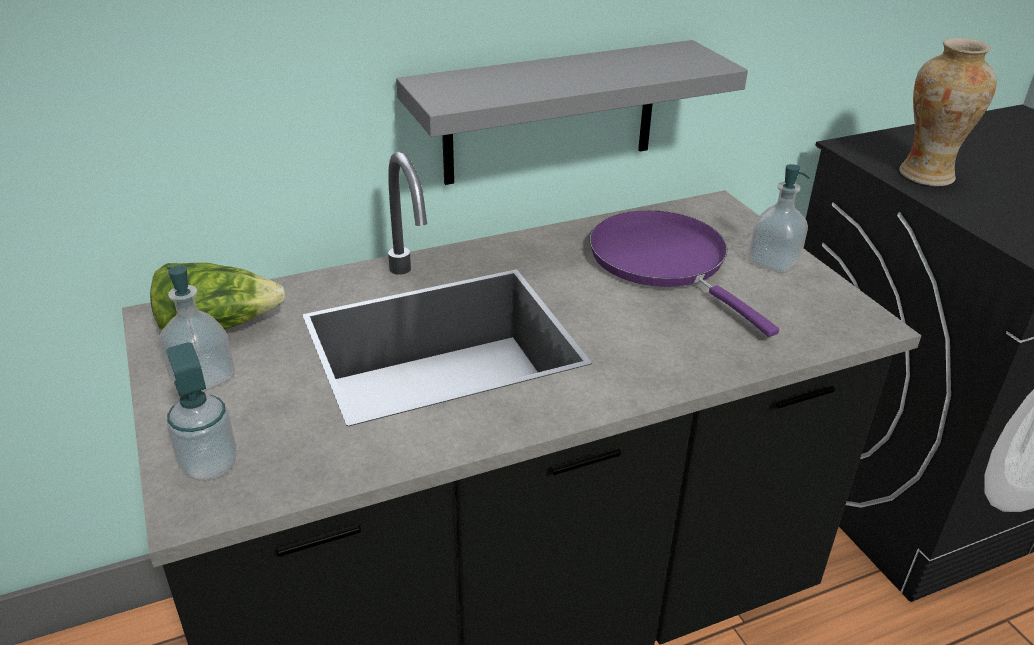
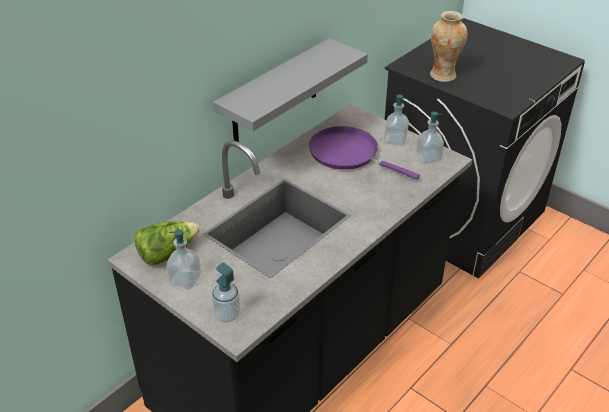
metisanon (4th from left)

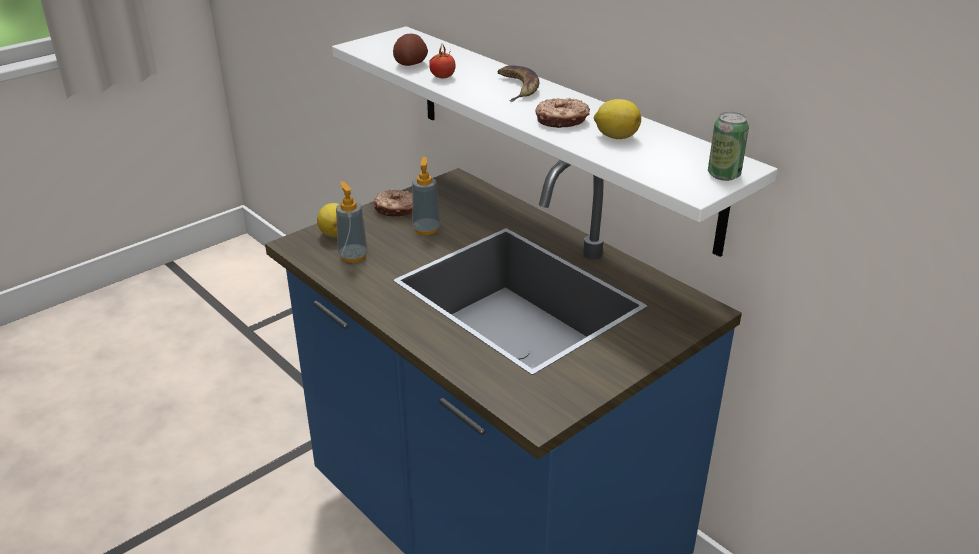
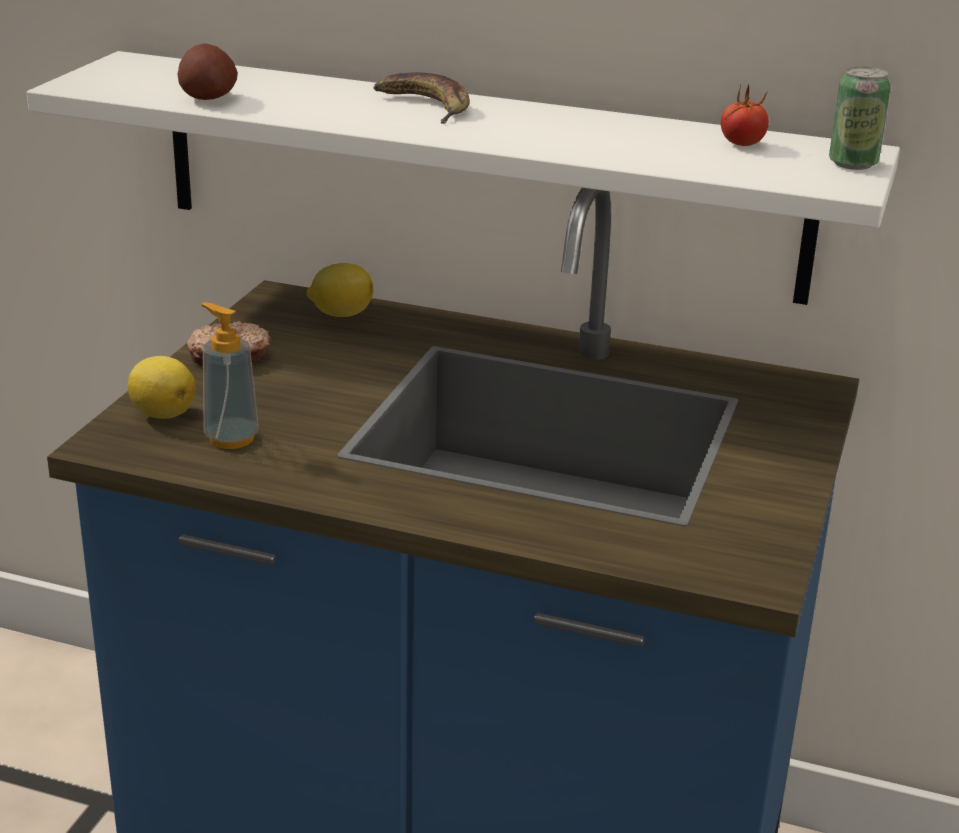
metisanon (2nd from left in the first image); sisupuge; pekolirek (2nd from left in the first image); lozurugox (2nd from left)

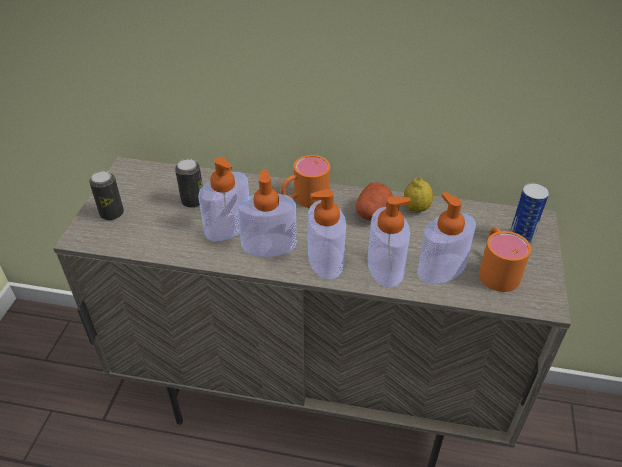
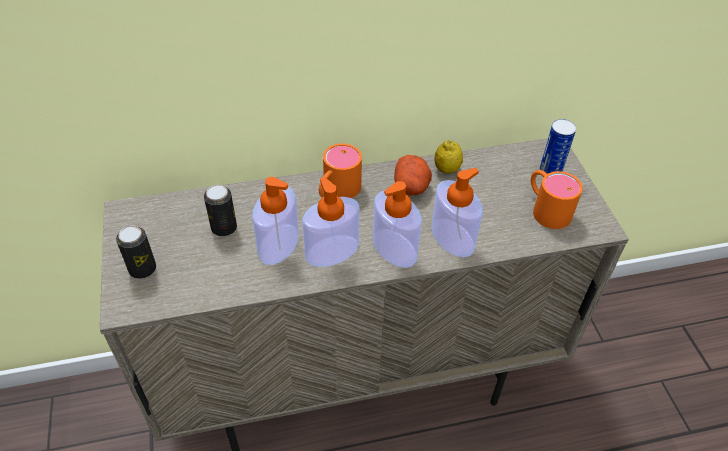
metisanon (5th from left in the first image)

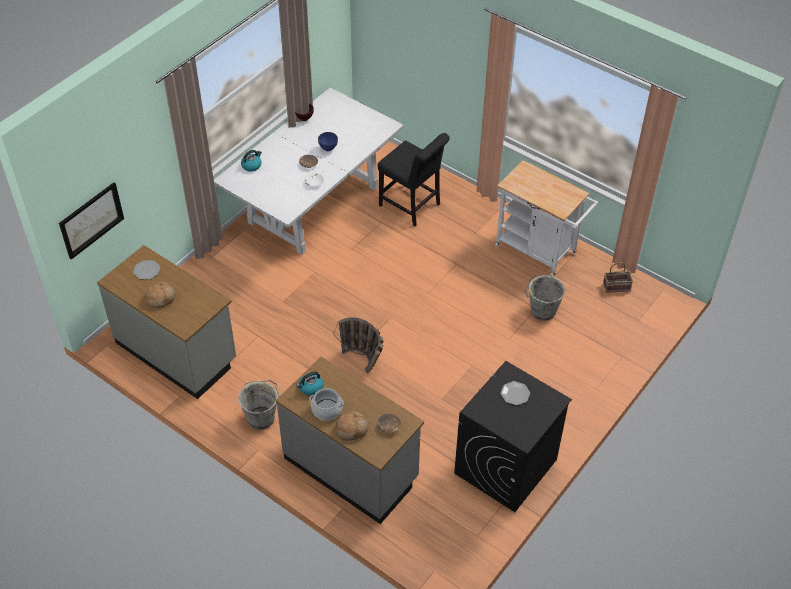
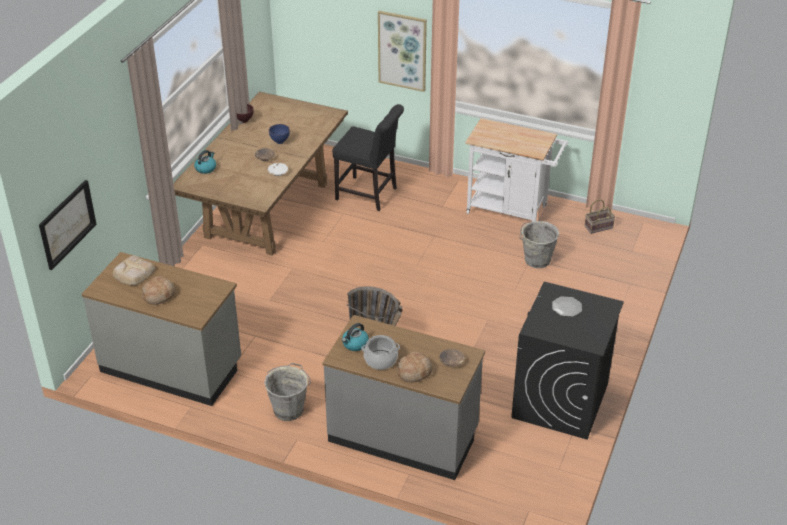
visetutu (1st from left); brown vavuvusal; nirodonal (2nd from left)

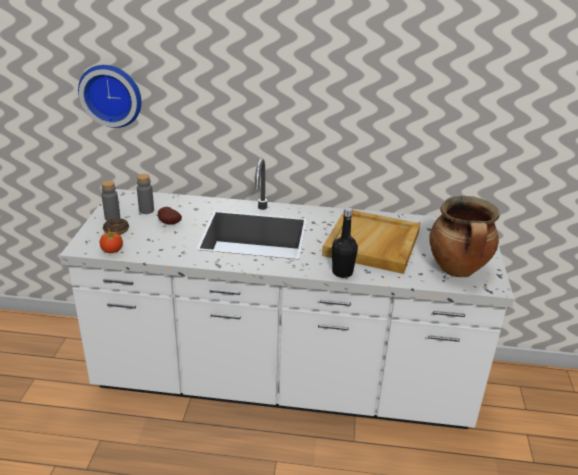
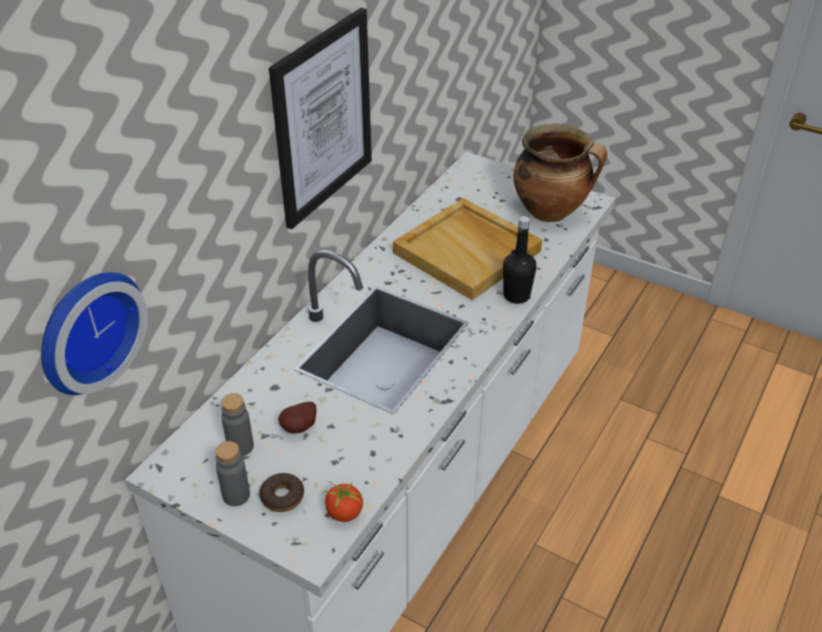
nirodonal

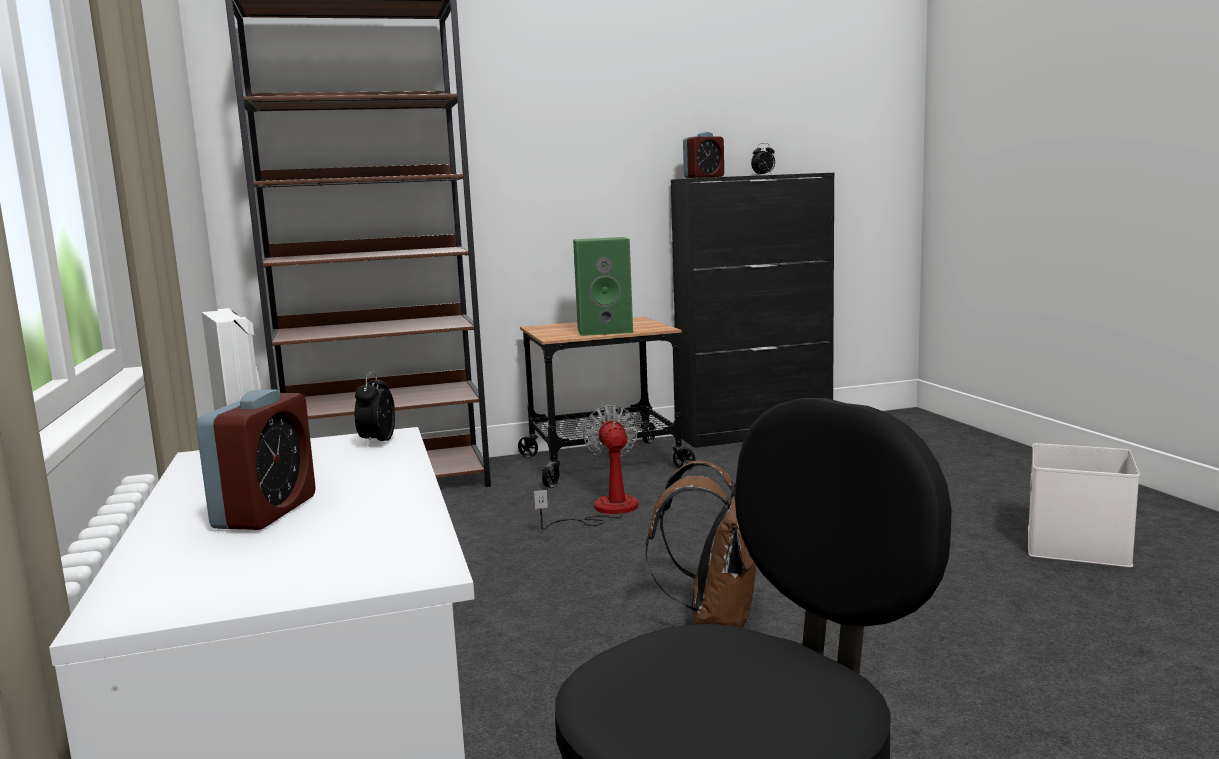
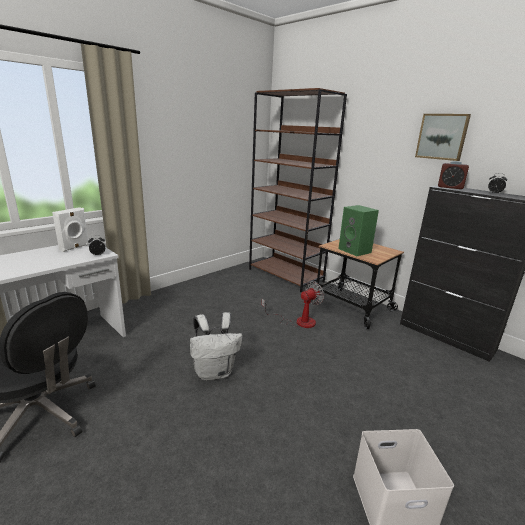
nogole (1st from left in the first image); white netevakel; nirodonal

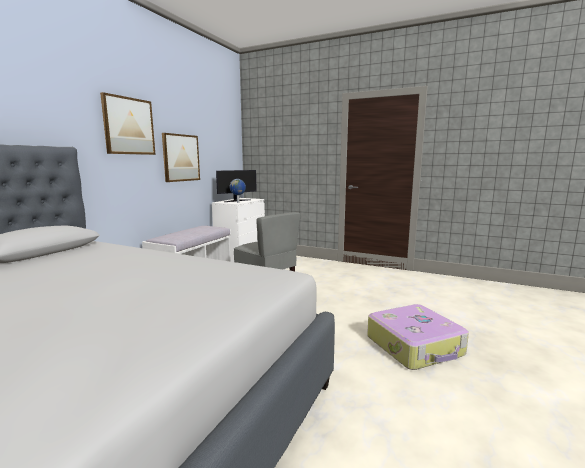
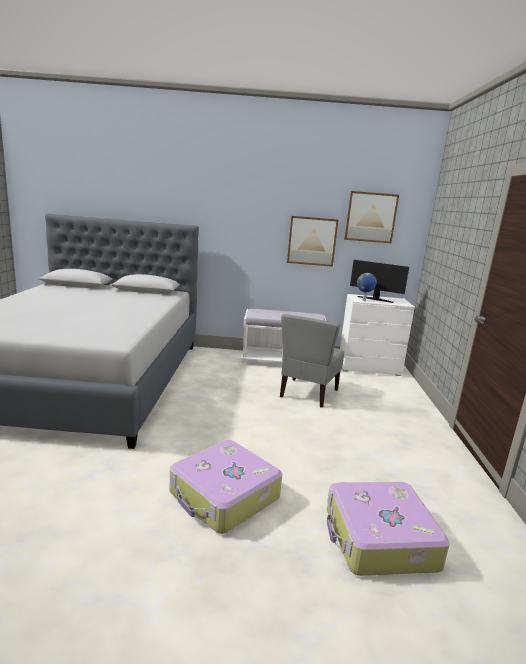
nirodonal (2nd from left); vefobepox (2nd from left)

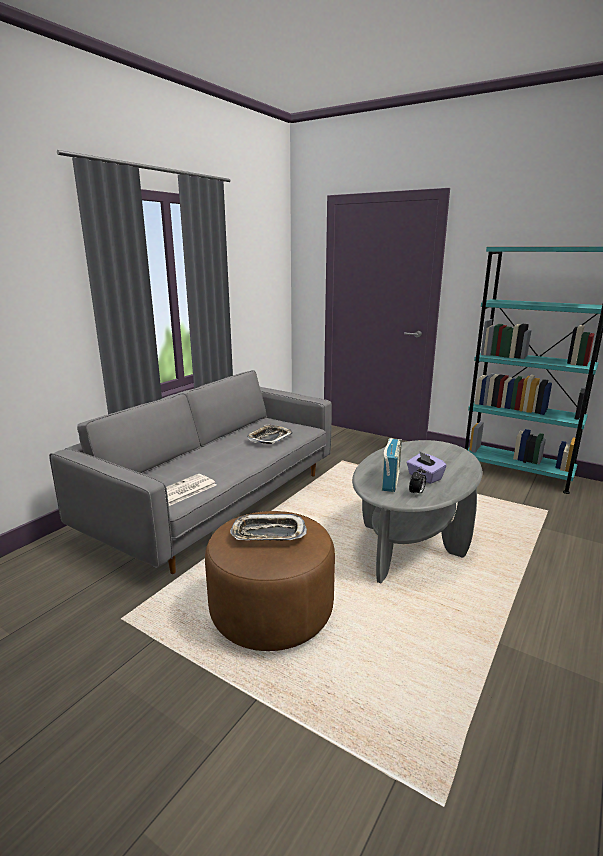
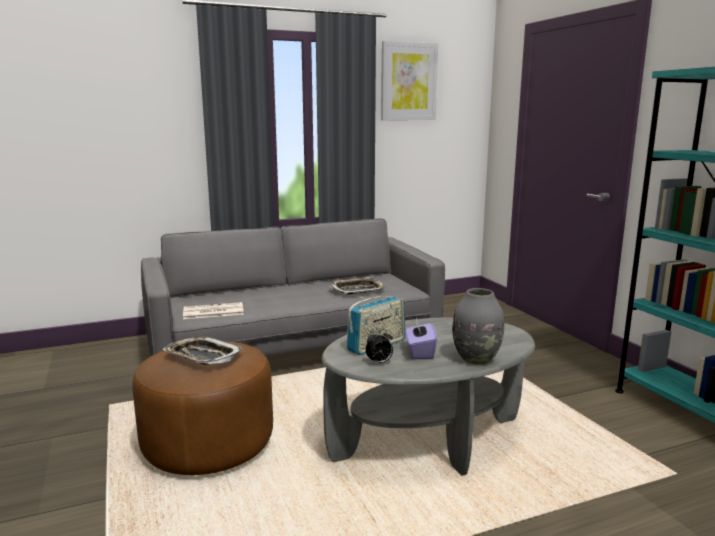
nirodonal; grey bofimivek

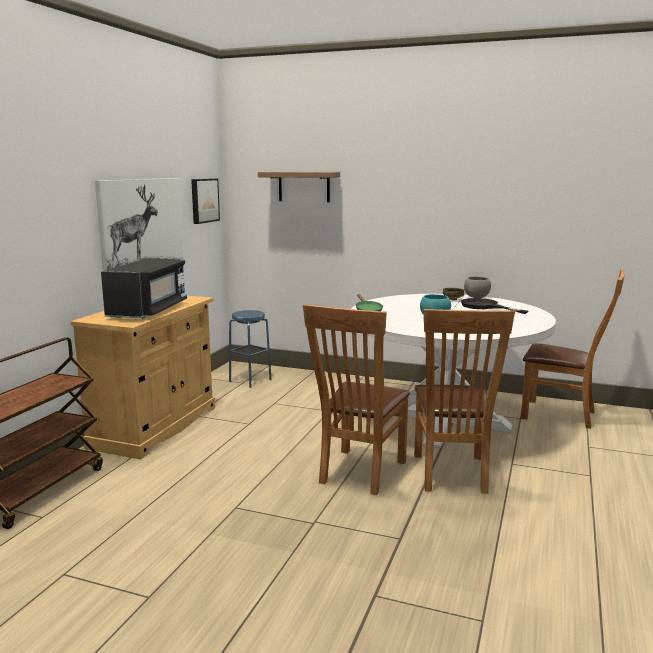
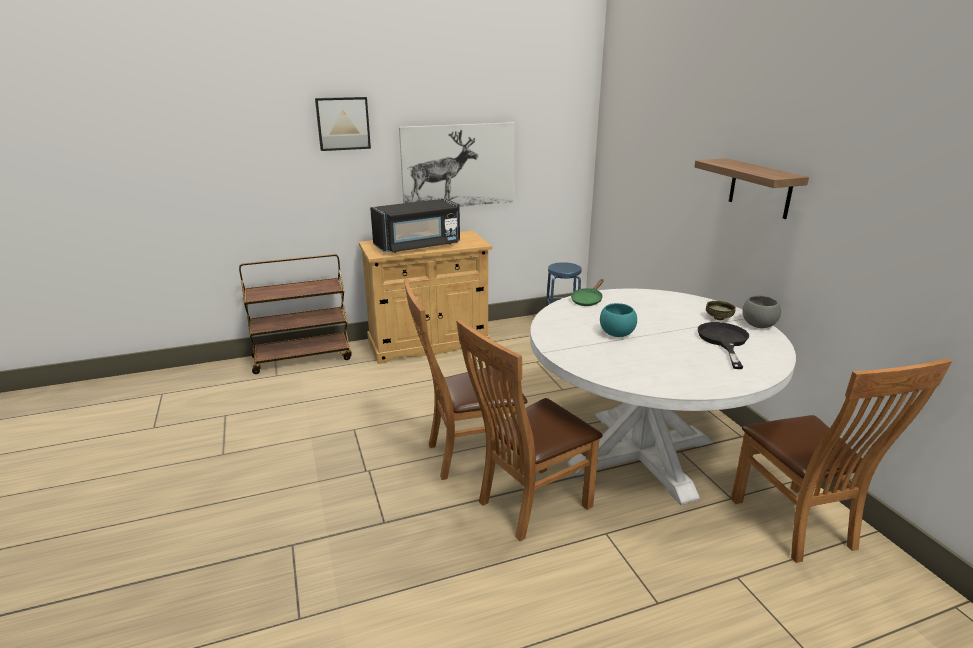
nirodonal (1st from left); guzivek

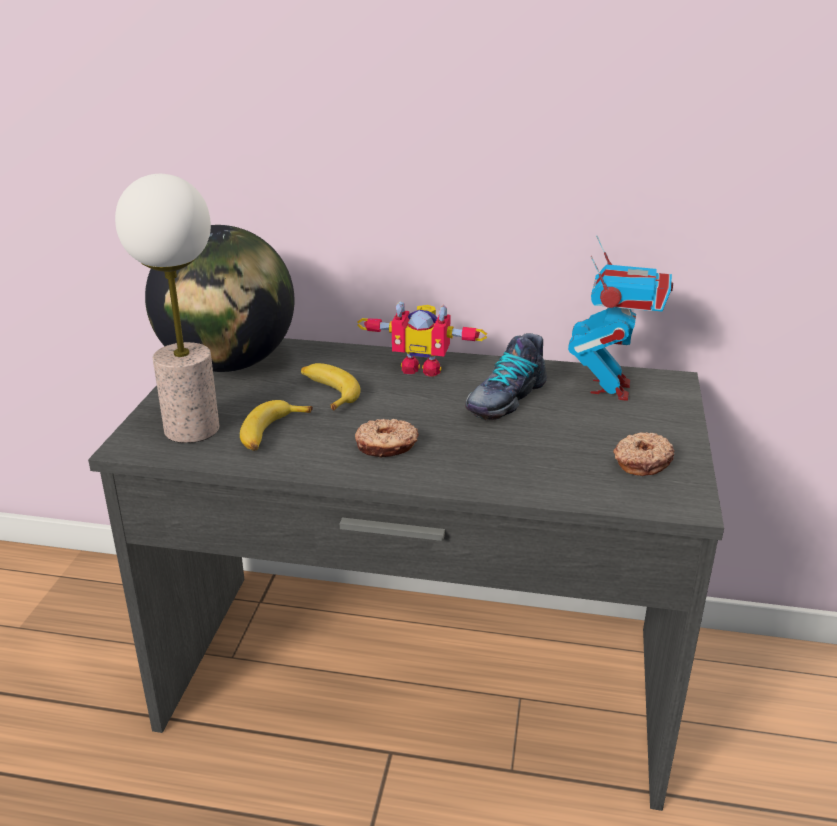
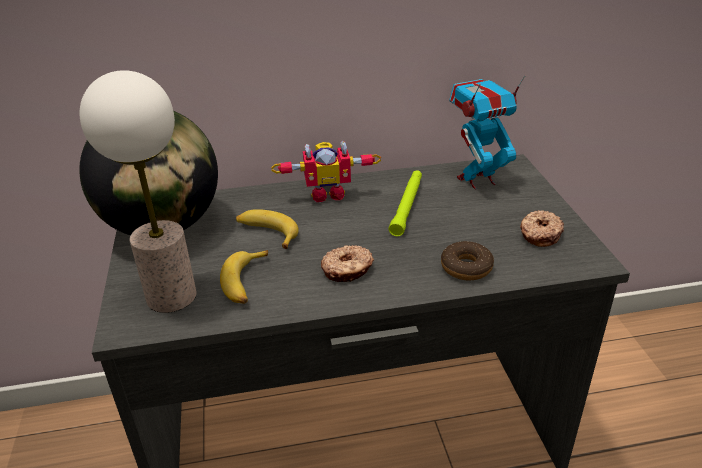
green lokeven; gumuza (2nd from left); pekolirek (2nd from left)

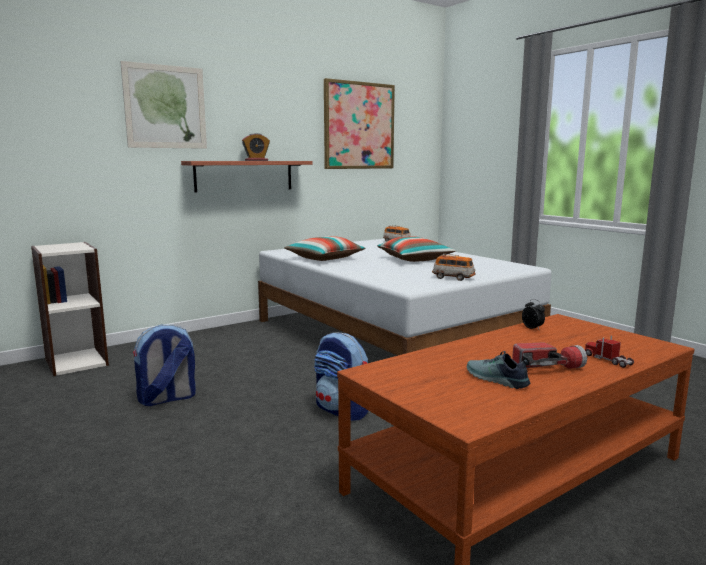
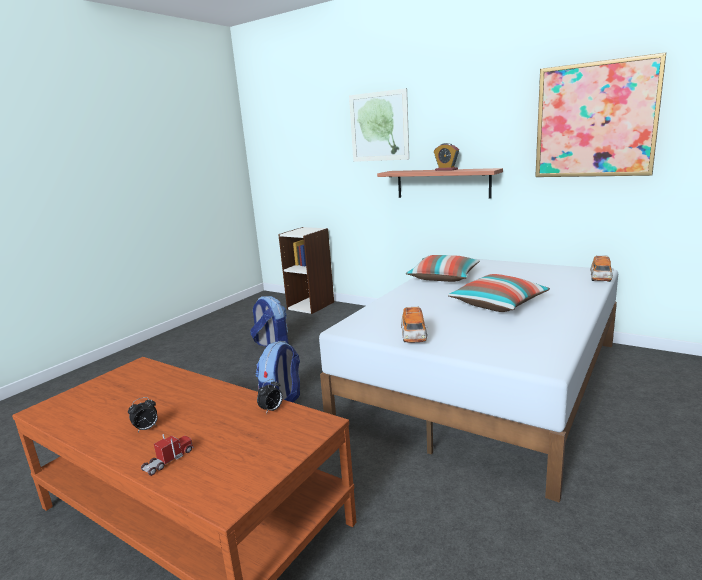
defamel; nogole (1st from left)

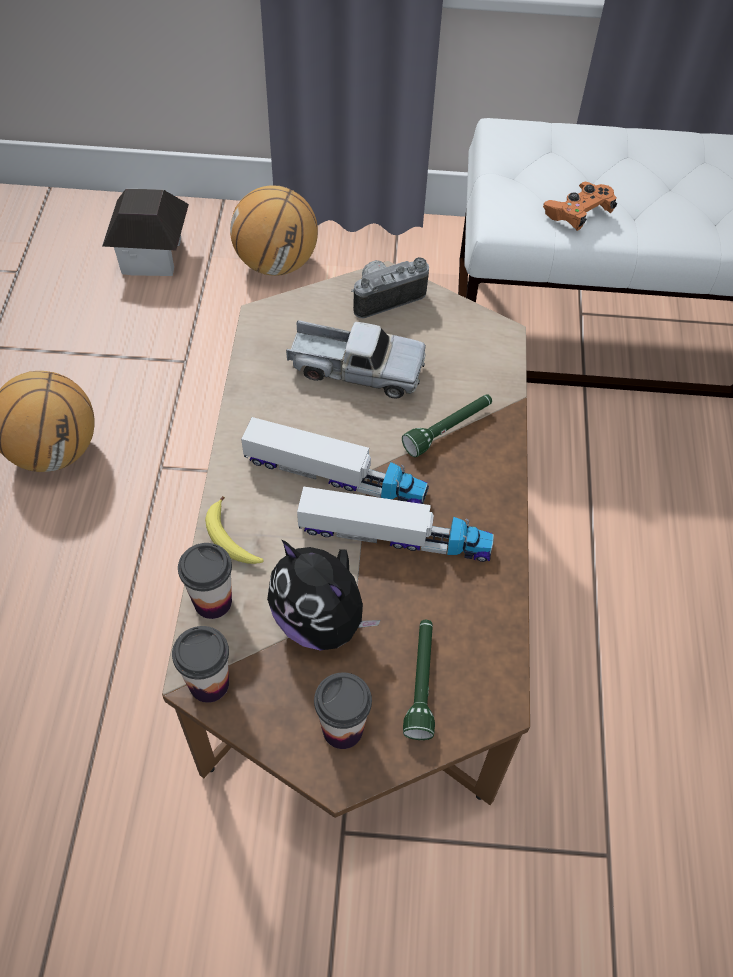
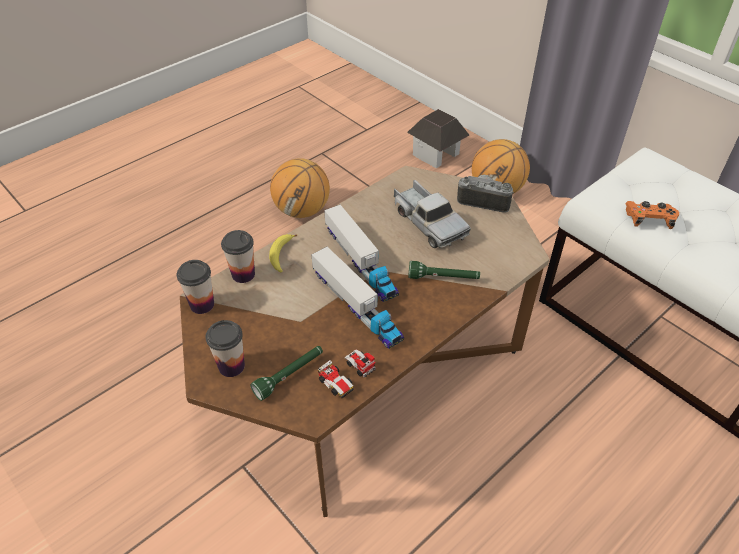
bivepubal; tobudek

